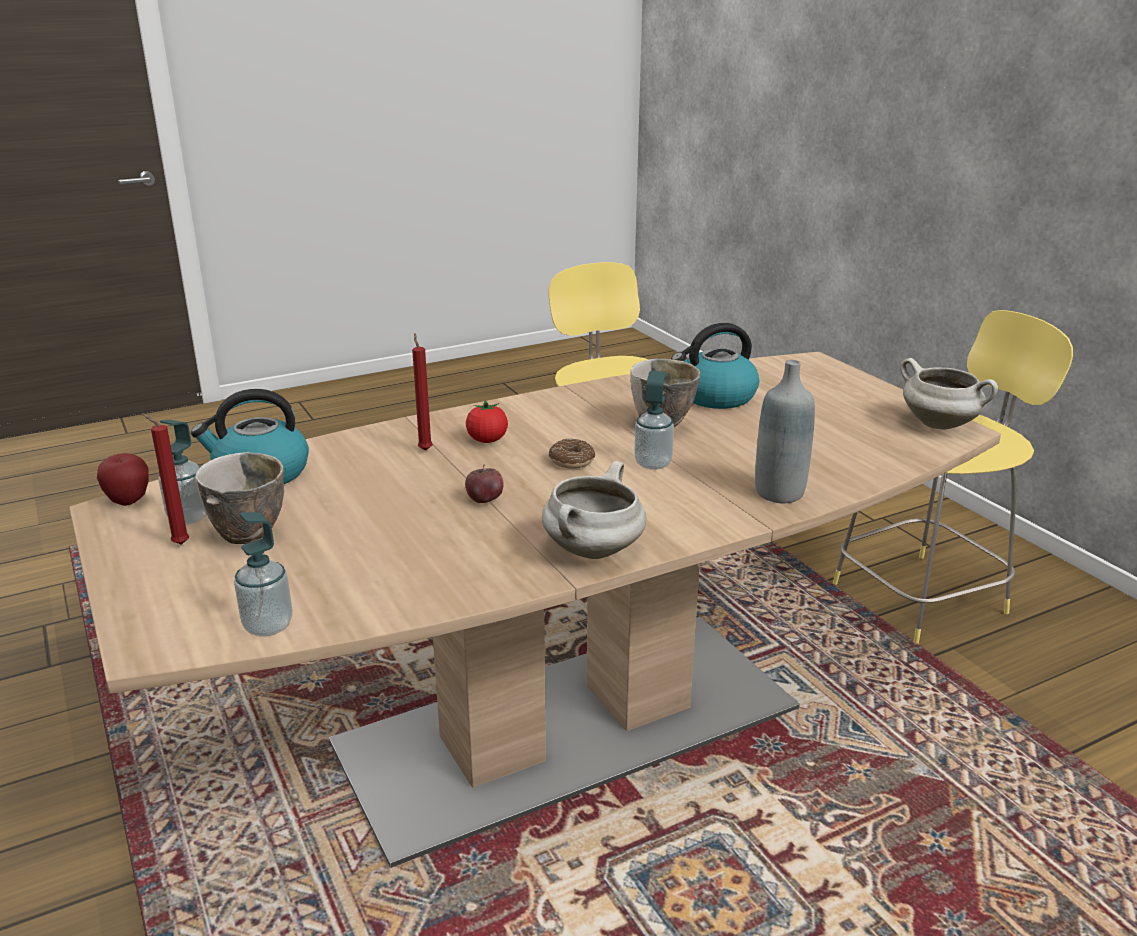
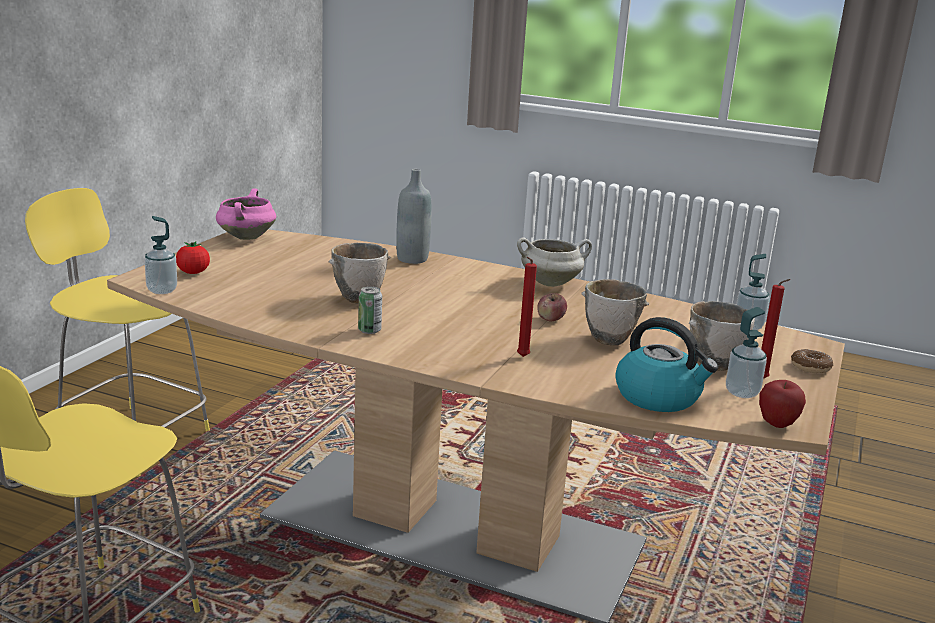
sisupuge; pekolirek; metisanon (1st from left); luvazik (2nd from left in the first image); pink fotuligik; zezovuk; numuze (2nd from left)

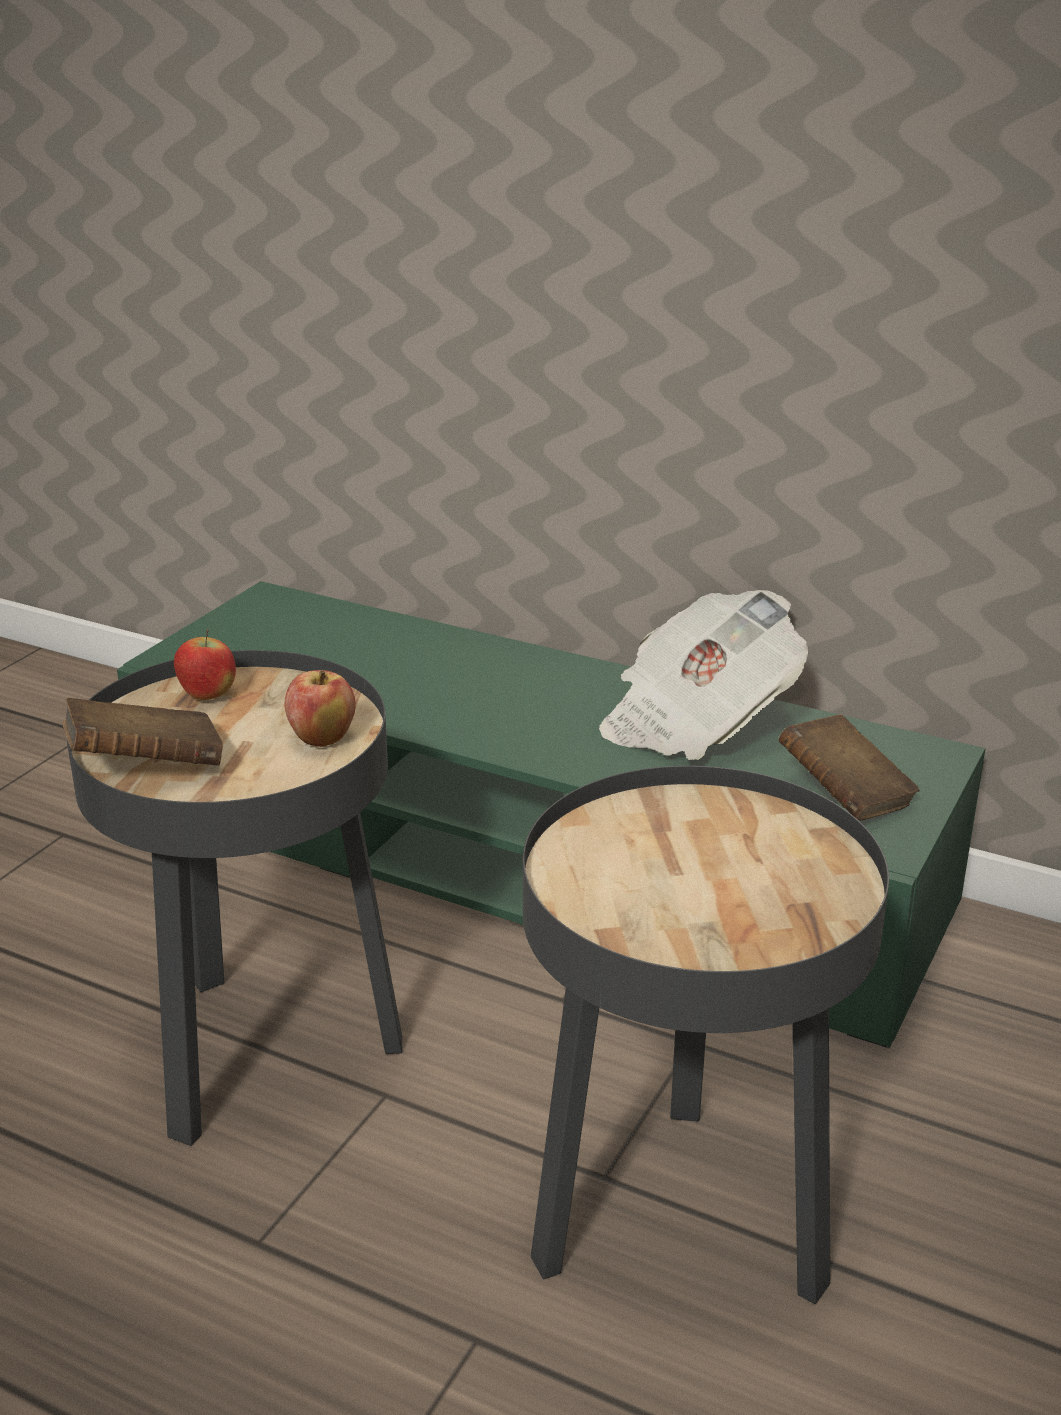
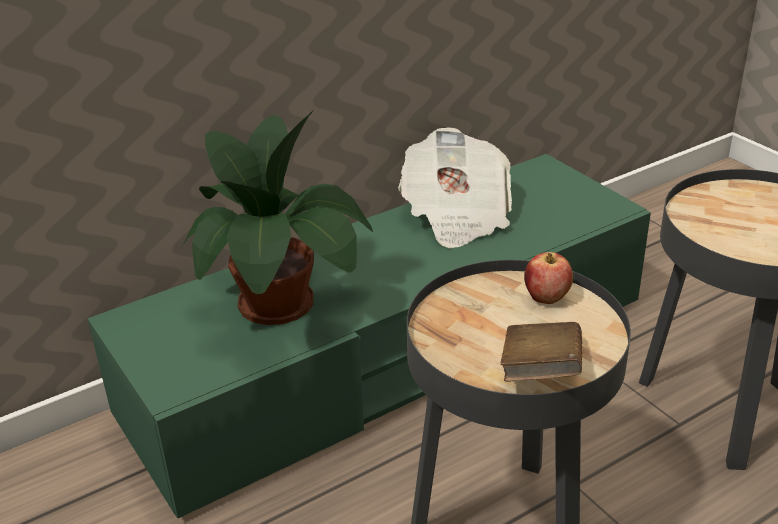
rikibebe (1st from left in the first image); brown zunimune (2nd from left in the first image); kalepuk

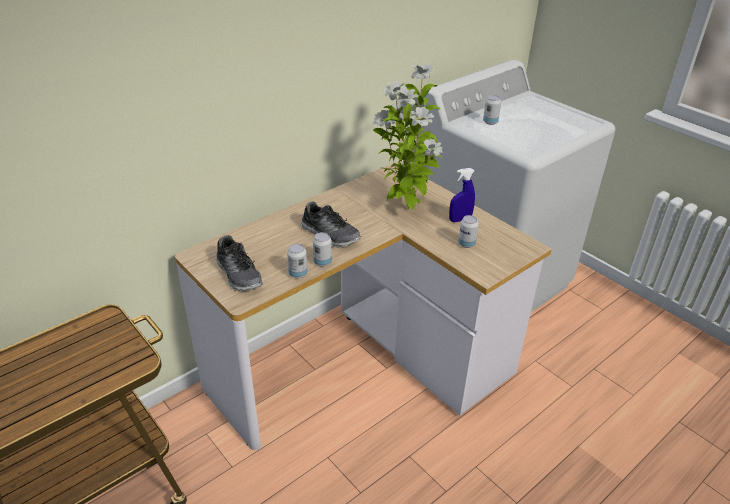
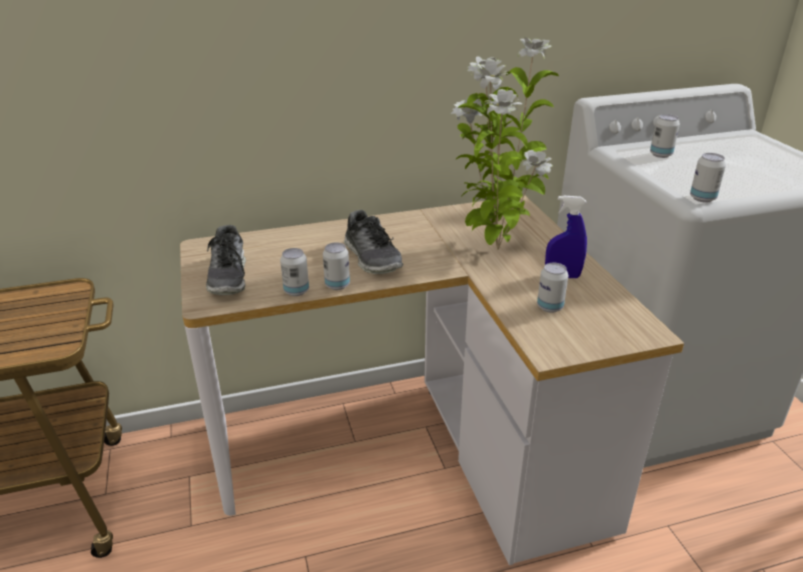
zezovuk (5th from left)

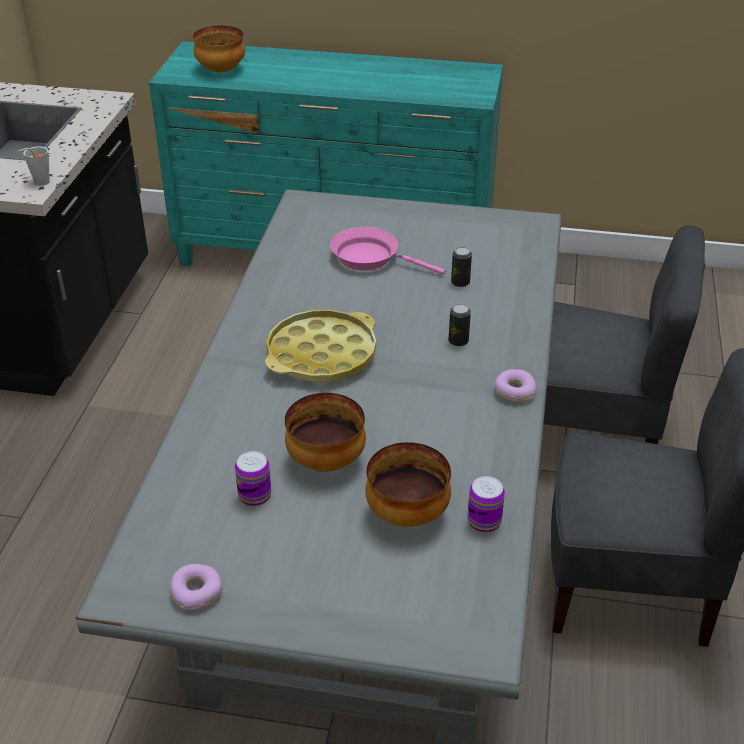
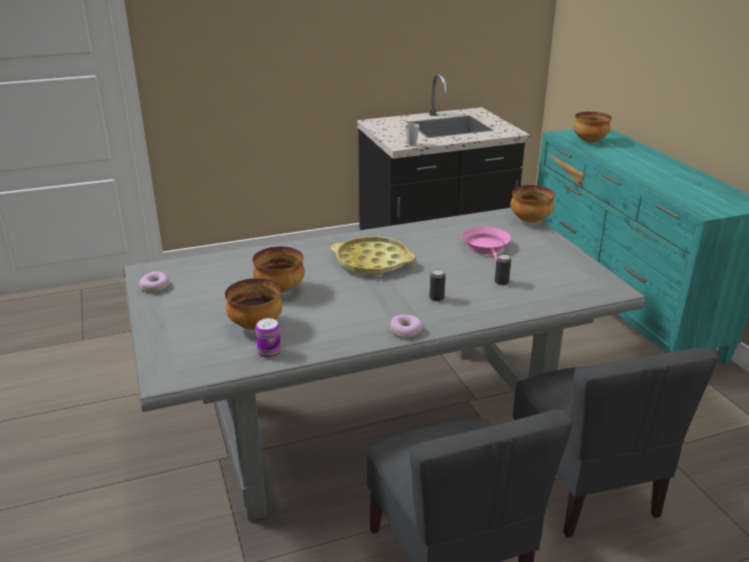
zezovuk (1st from left in the first image); numuze (3rd from left)

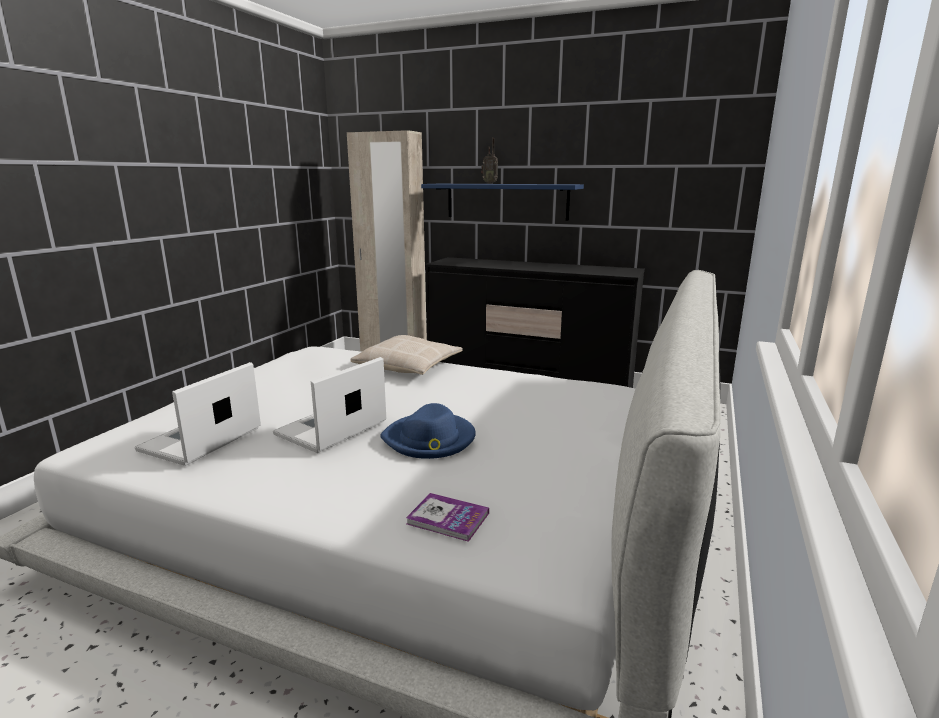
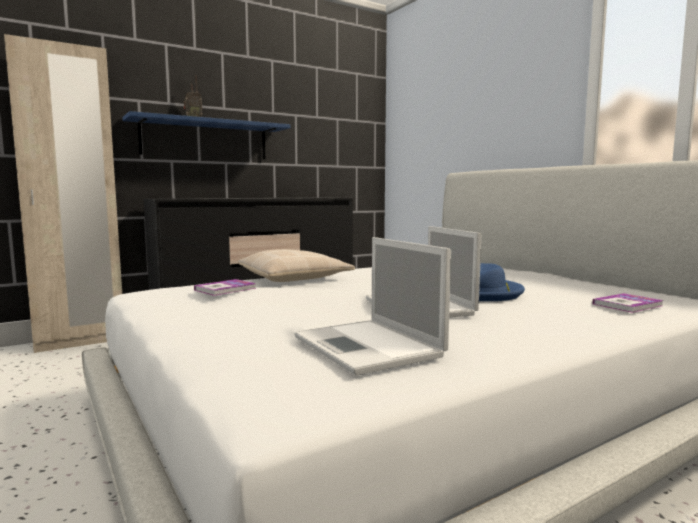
zunimune (1st from left)

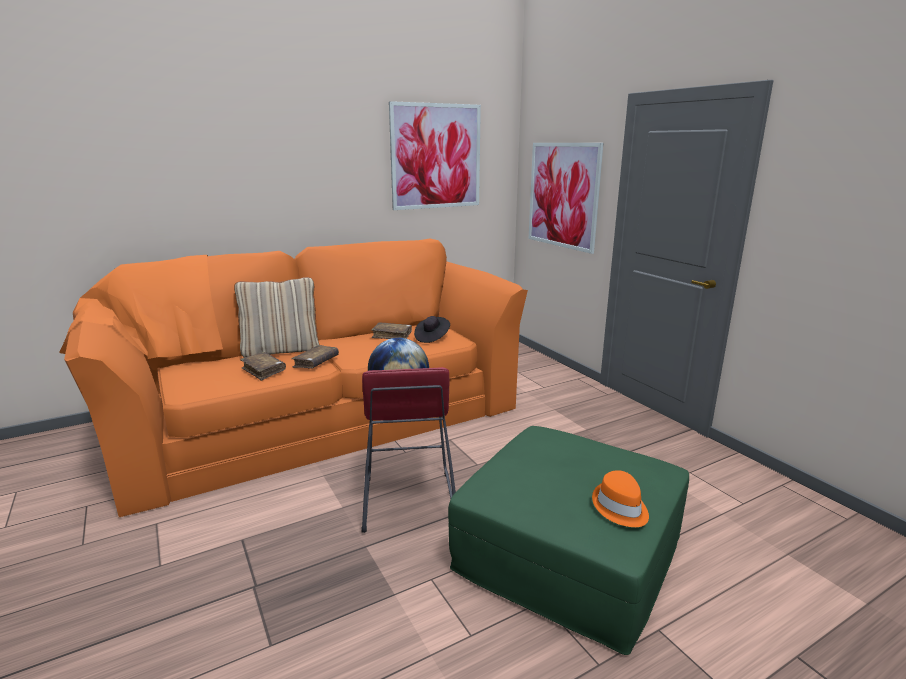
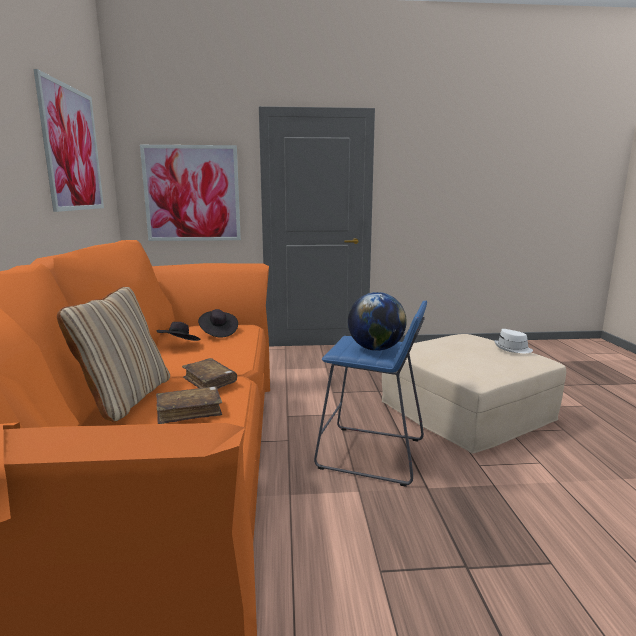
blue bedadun; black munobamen (1st from left); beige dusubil; white munobamen

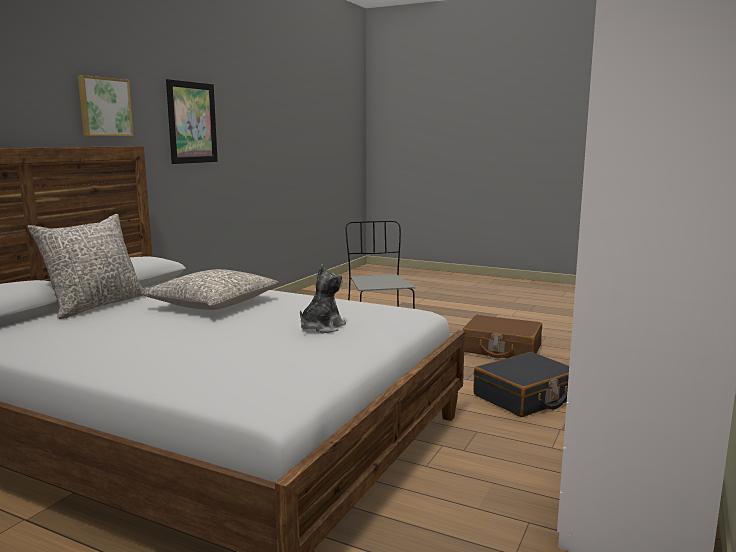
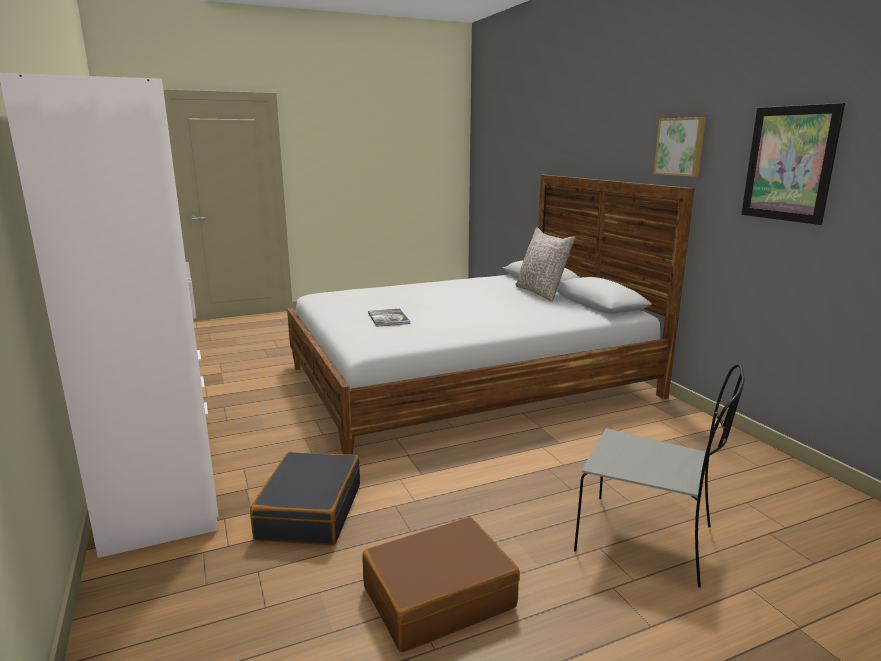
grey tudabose (2nd from left in the first image); zunimune

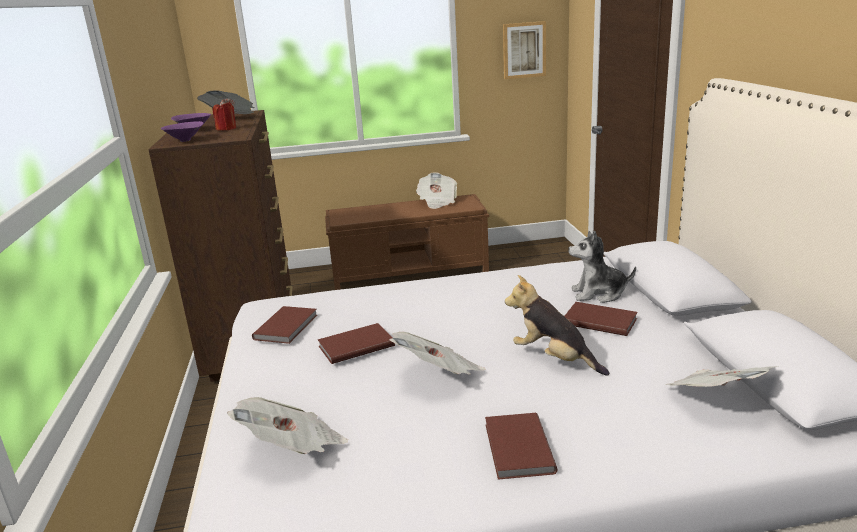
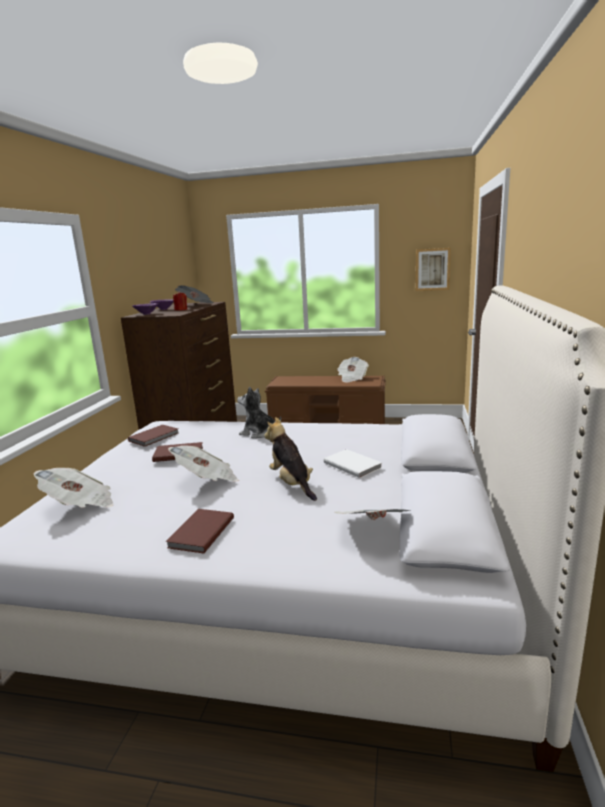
white zunimune; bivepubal (1st from left)

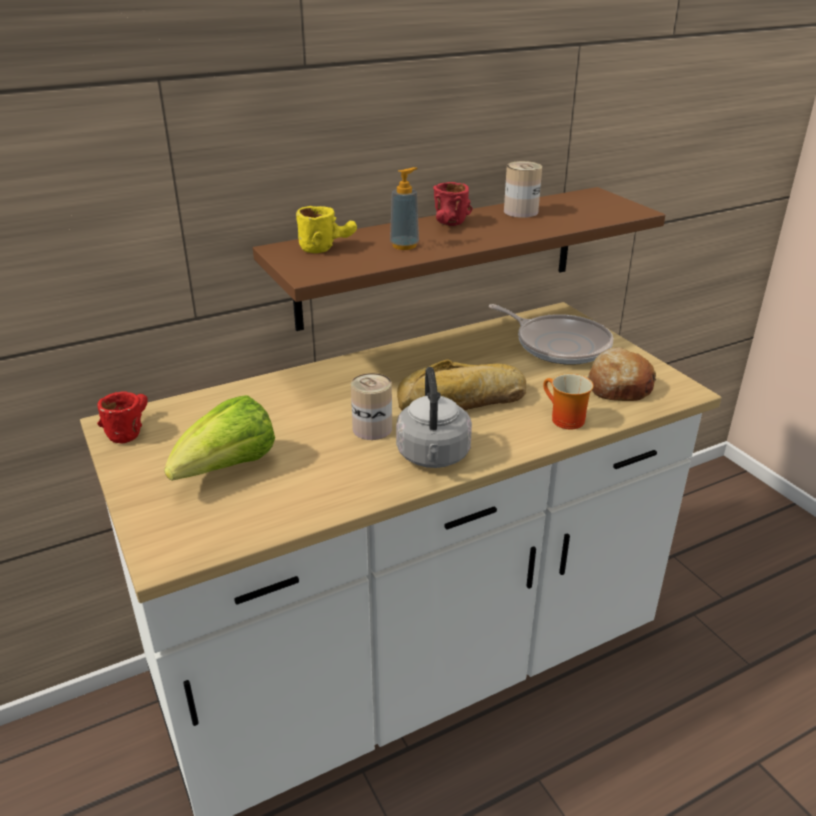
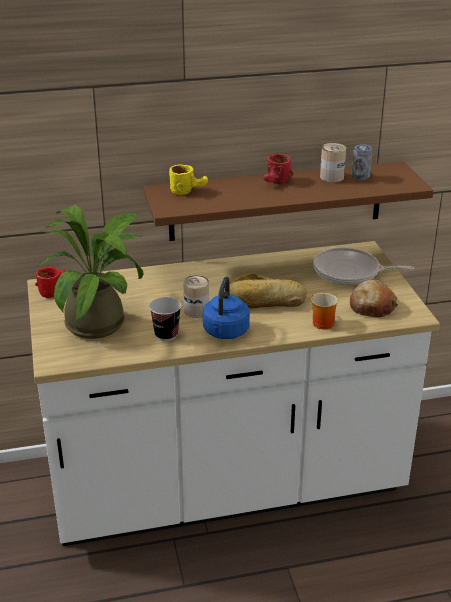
kalepuk; metisanon; blue luvazik; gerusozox; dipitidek; zezovuk (3rd from left)

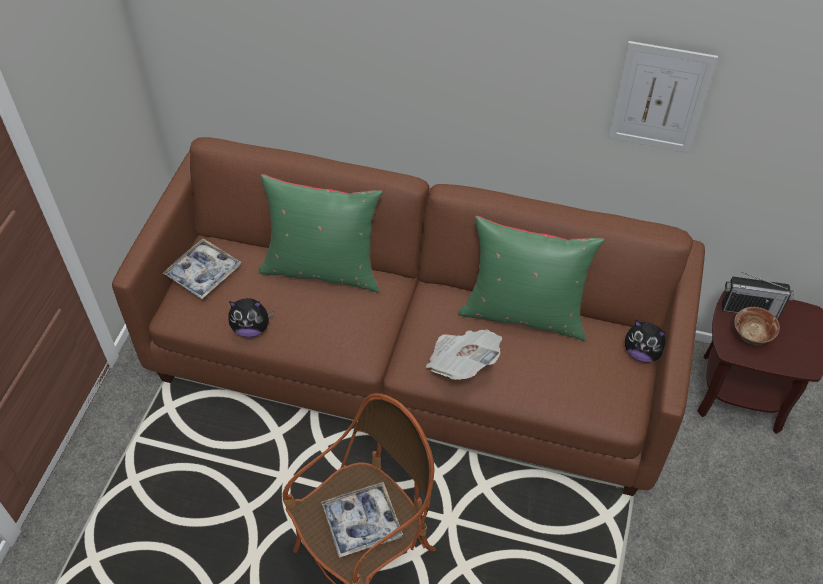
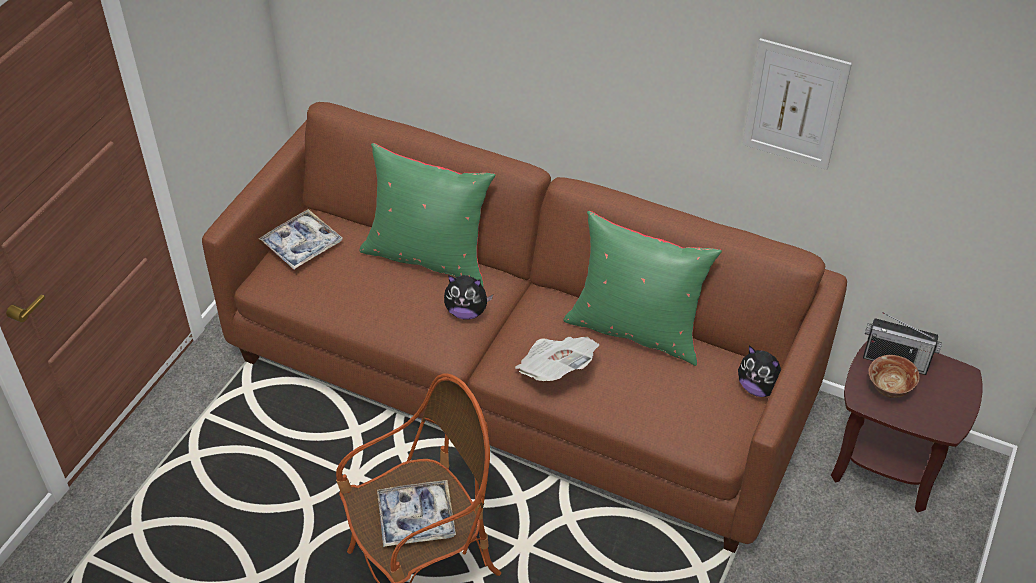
bivepubal (1st from left)

